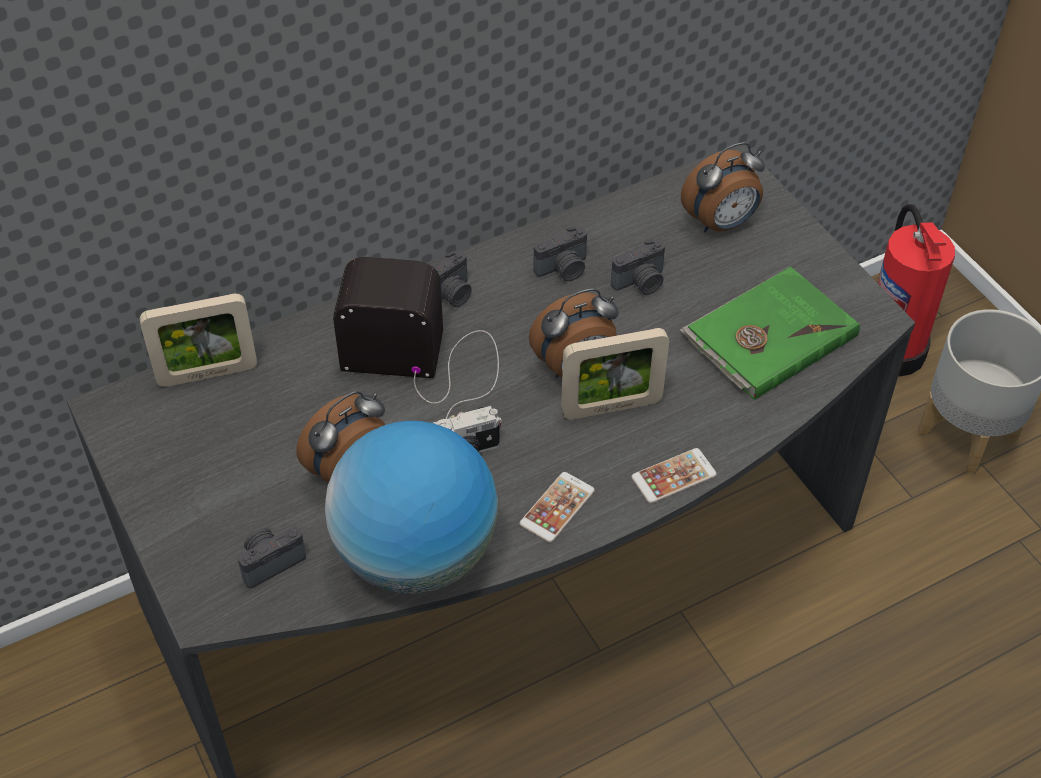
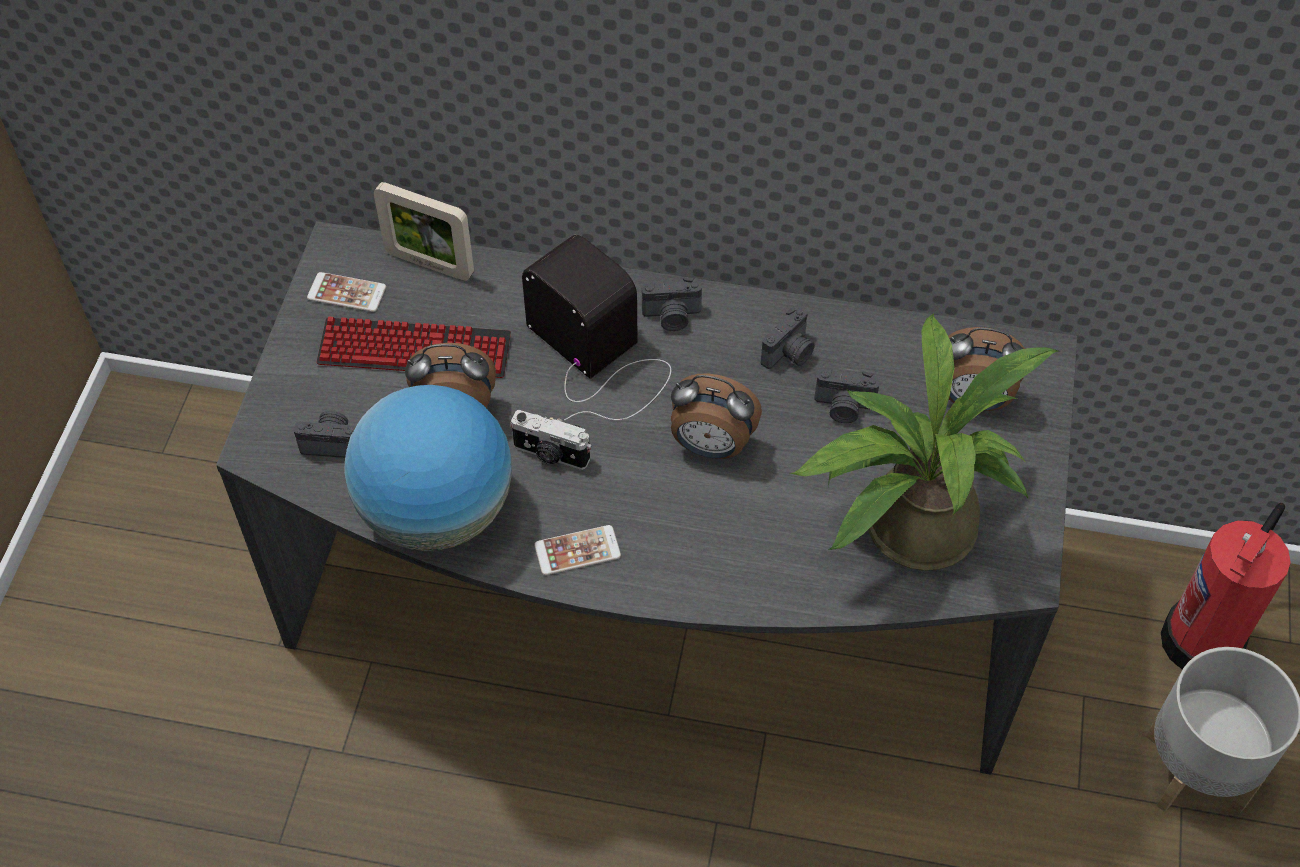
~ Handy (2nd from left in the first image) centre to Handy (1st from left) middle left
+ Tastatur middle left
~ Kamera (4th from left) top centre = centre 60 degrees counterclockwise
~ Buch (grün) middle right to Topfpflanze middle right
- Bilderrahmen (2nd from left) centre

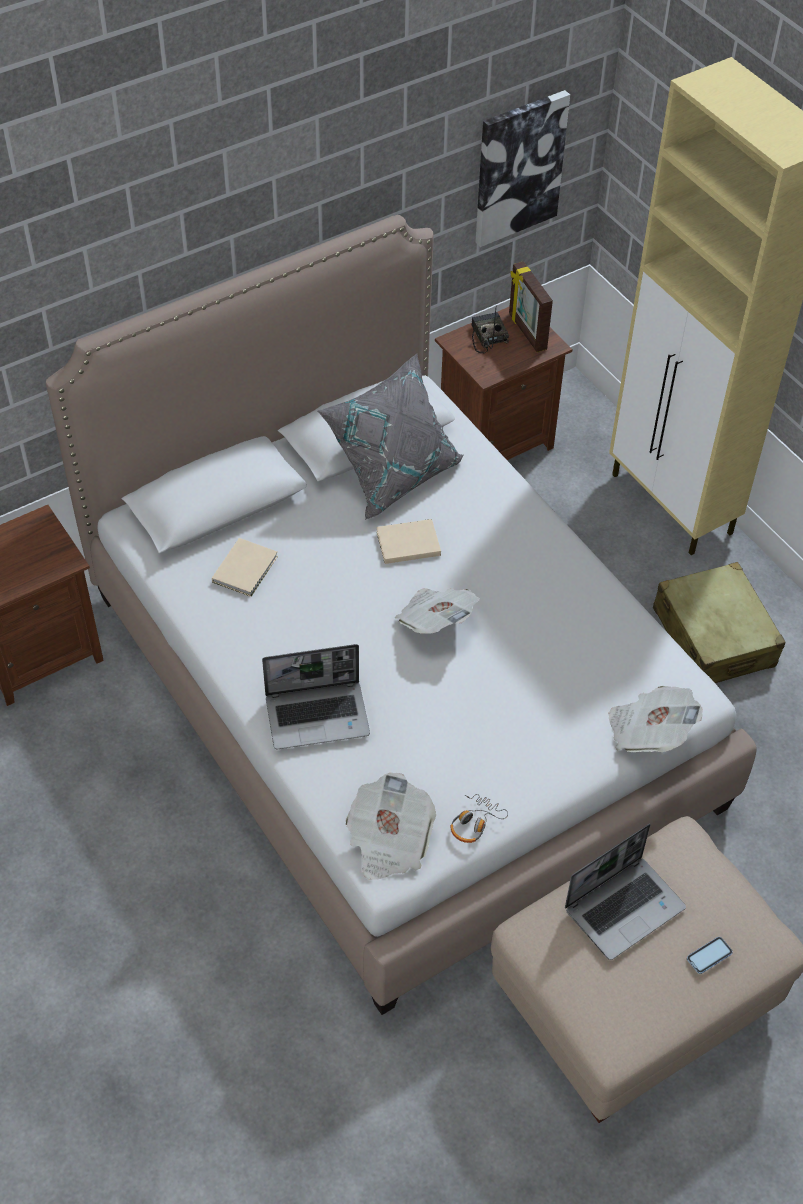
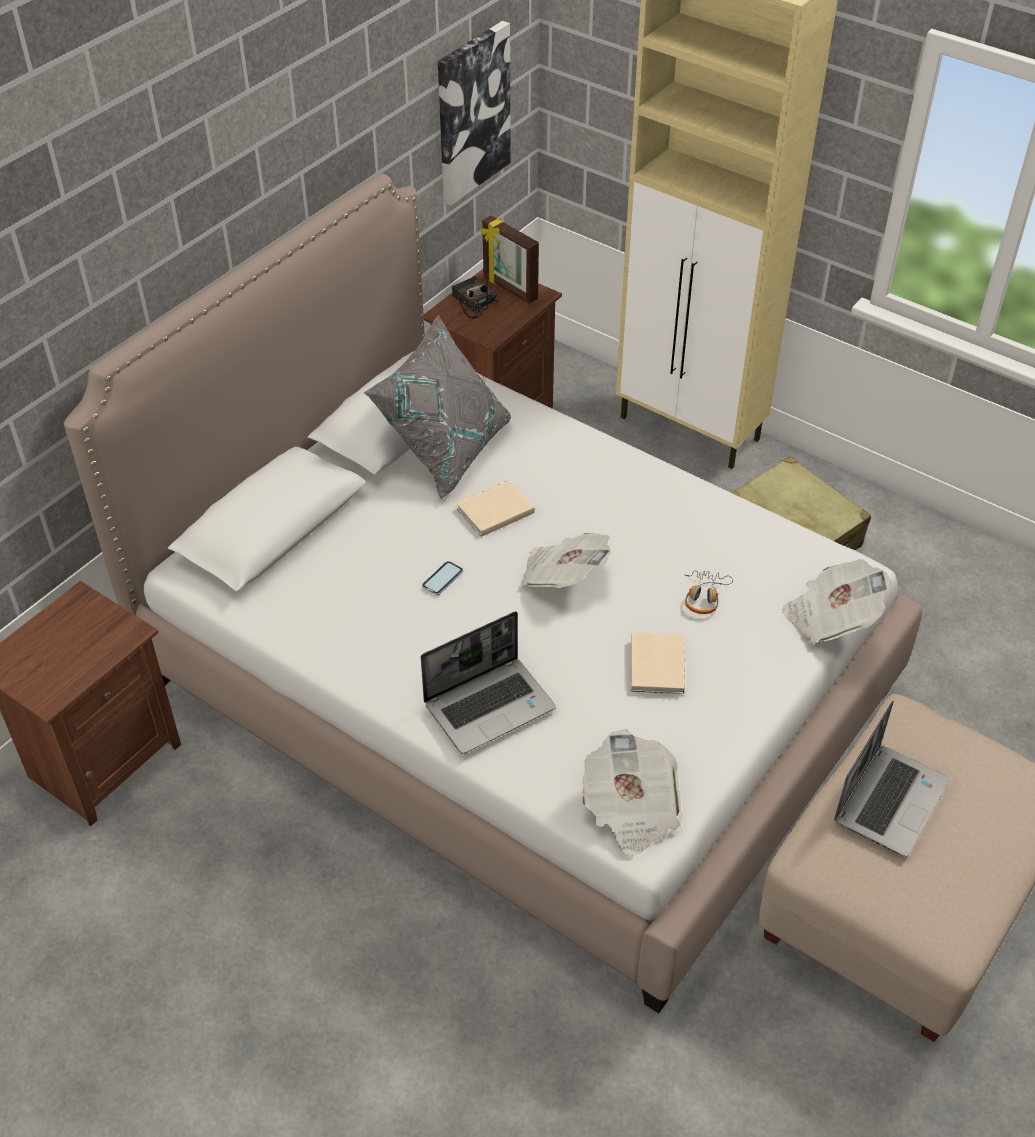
~ Handy bottom right to centre
~ Buch (beige) (1st from left in the first image) middle left to Buch (beige) (2nd from left) centre
~ Kopfhörer bottom centre to middle right

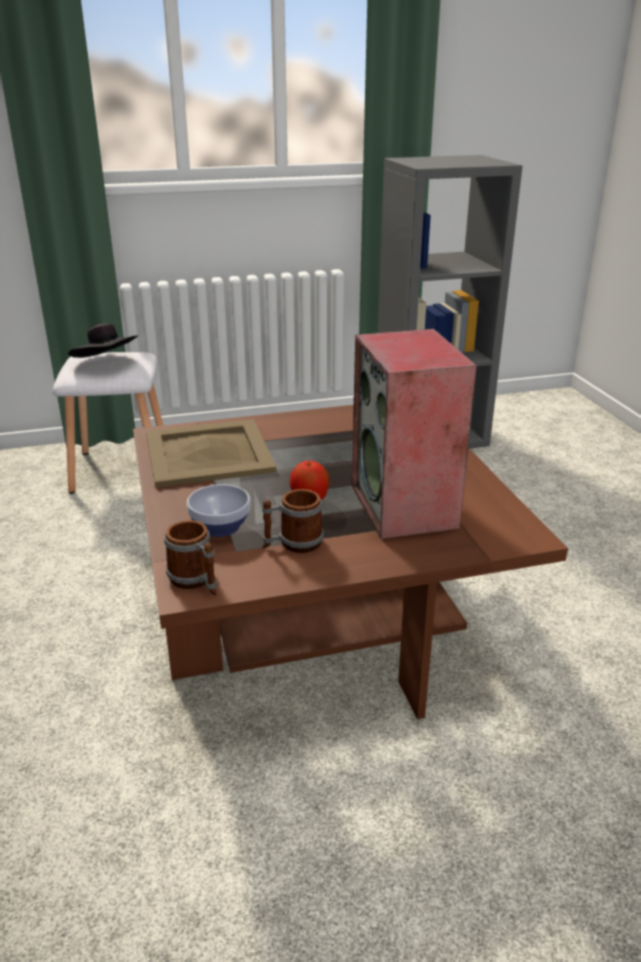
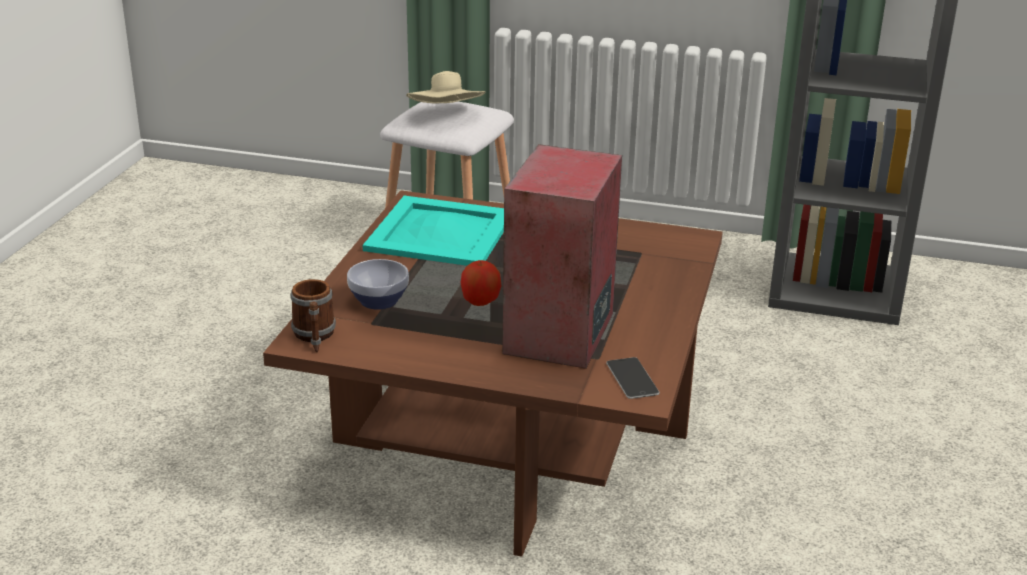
~ Tablett (beige) middle left to Tablett (türkis) centre
~ Hut (schwarz) middle left to Hut (beige) top centre
+ Handy centre
- Henkelbecher (2nd from left) centre

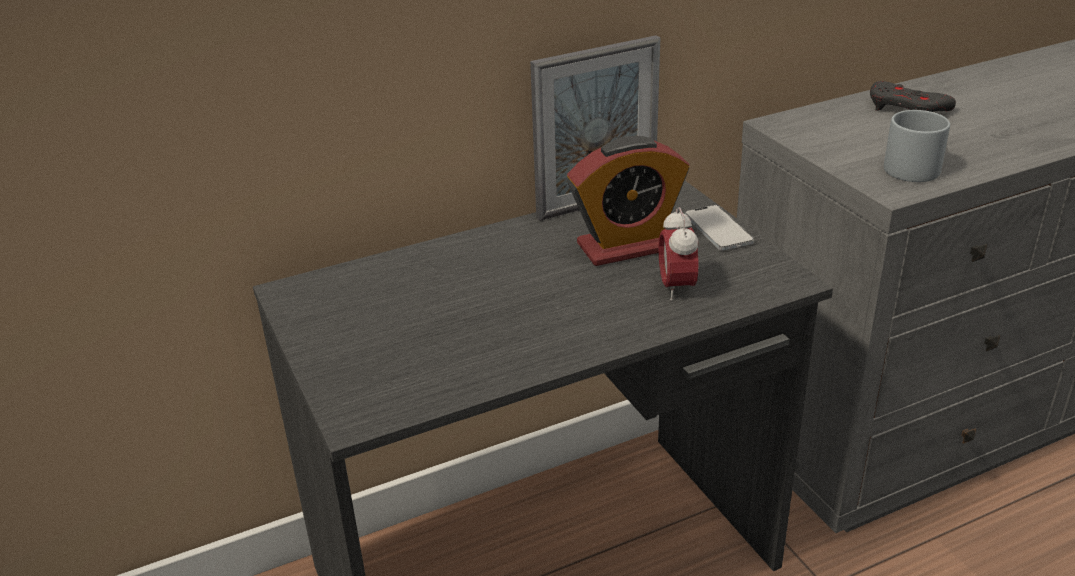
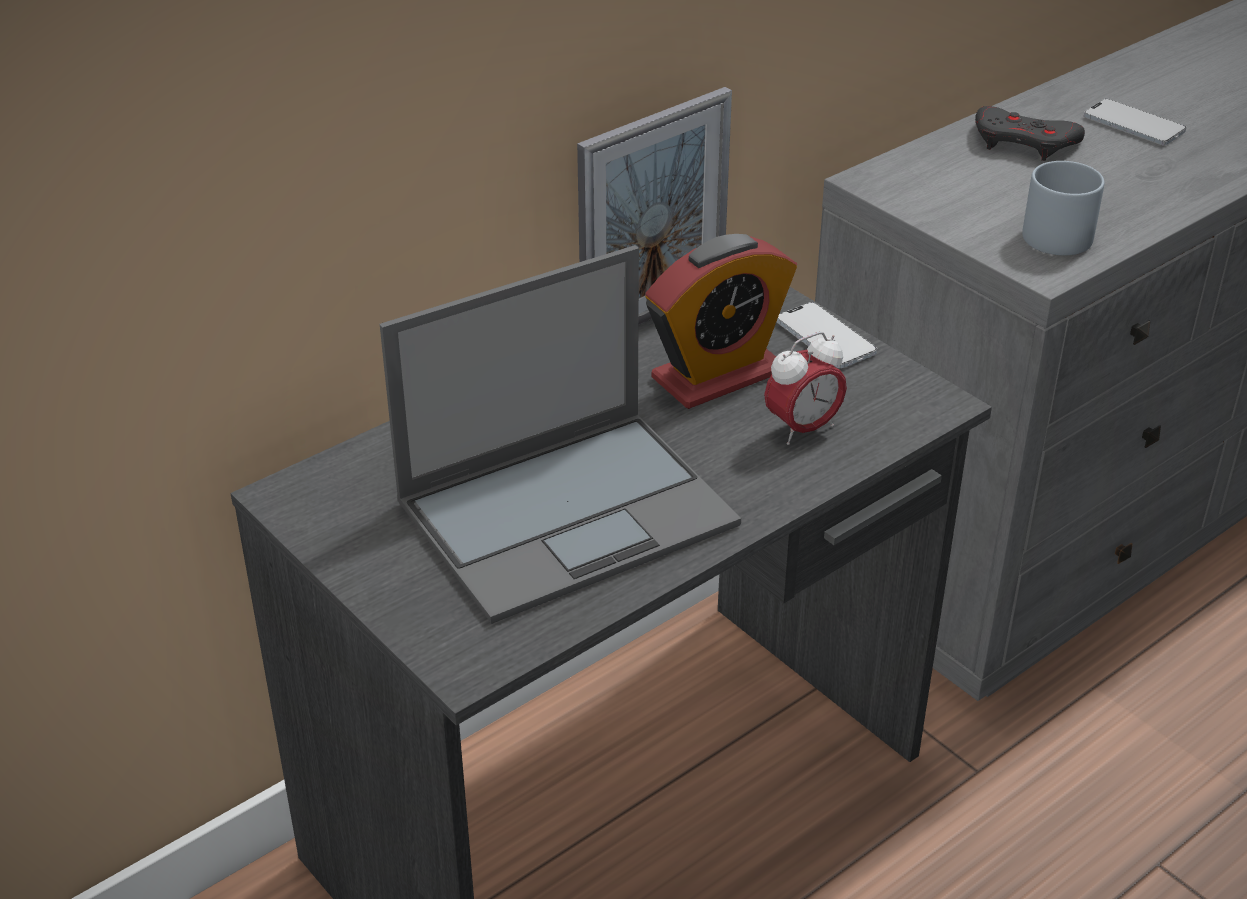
+ Laptop centre
~ Wecker (2nd from left) centre = centre 105 degrees counterclockwise
+ Handy (2nd from left) top right

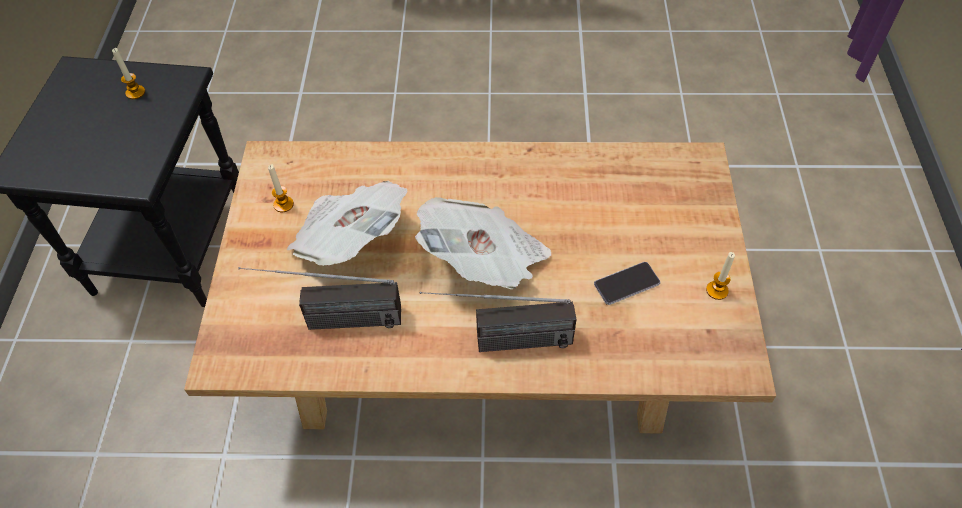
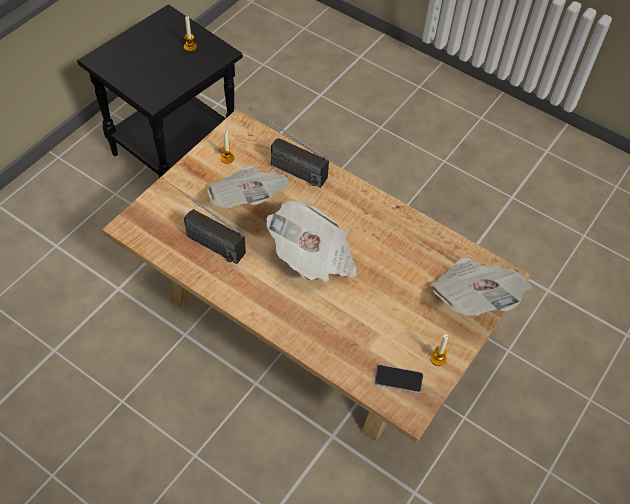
~ Radio (2nd from left) centre to top centre
~ Handy centre to bottom centre
+ Zeitung (3rd from left) middle right

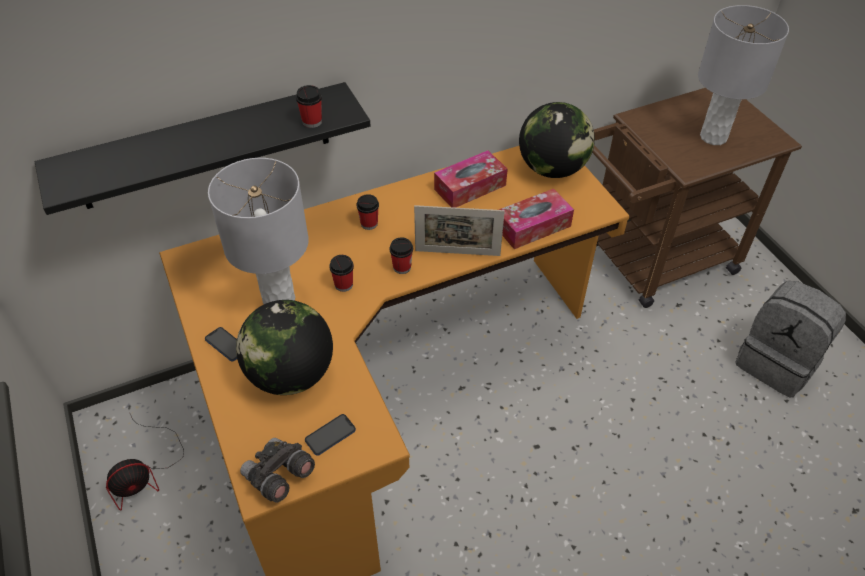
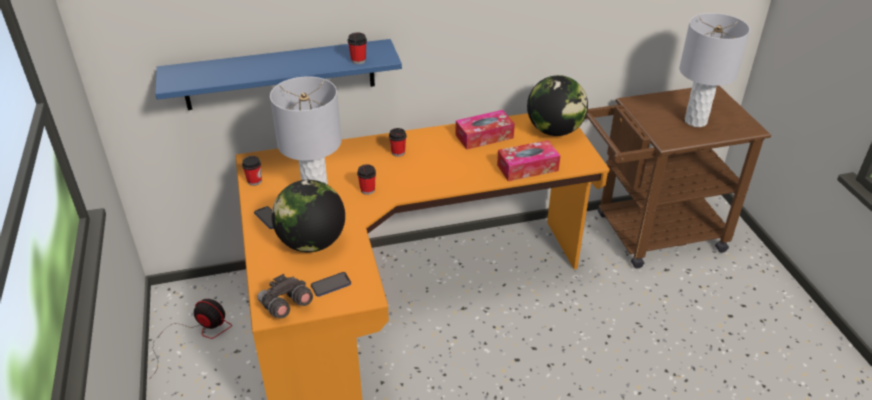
~ Ventilator bottom left = bottom left 135 degrees counterclockwise
~ Wandregal (schwarz) top left to Wandregal (blau) top left
~ Tasse (4th from left in the first image) centre to Tasse (1st from left) middle left
- Bilderrahmen centre
- Rucksack (grau) middle right

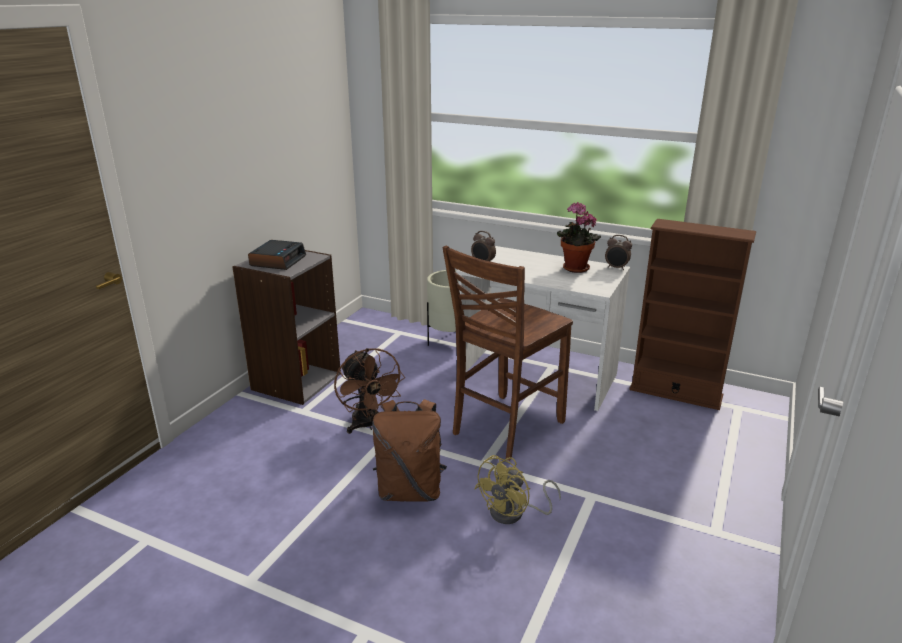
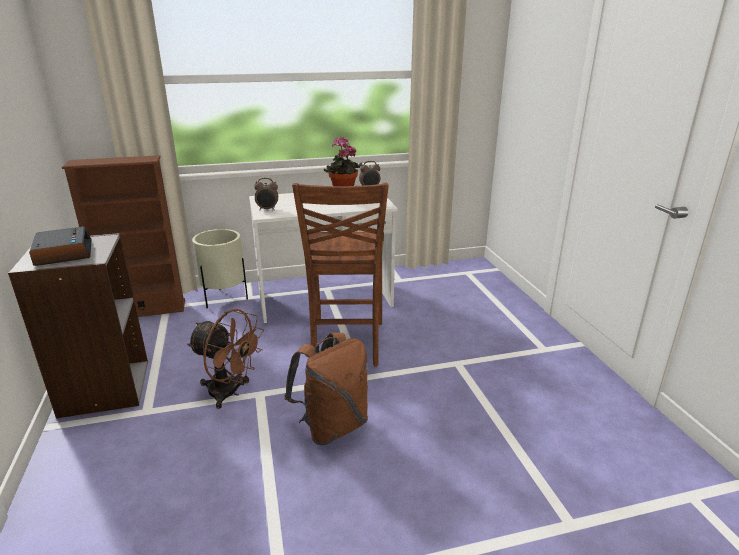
~ Bücherregal (braun) middle right to middle left
- Ventilator (gelb) bottom centre

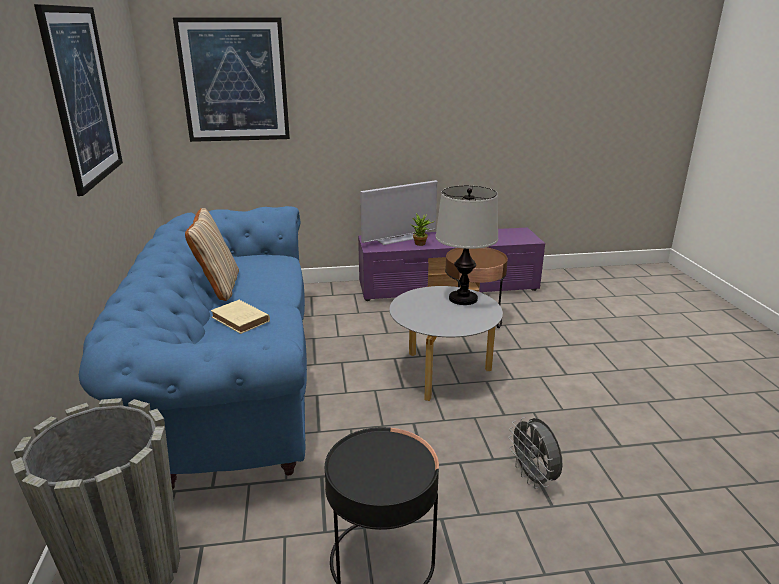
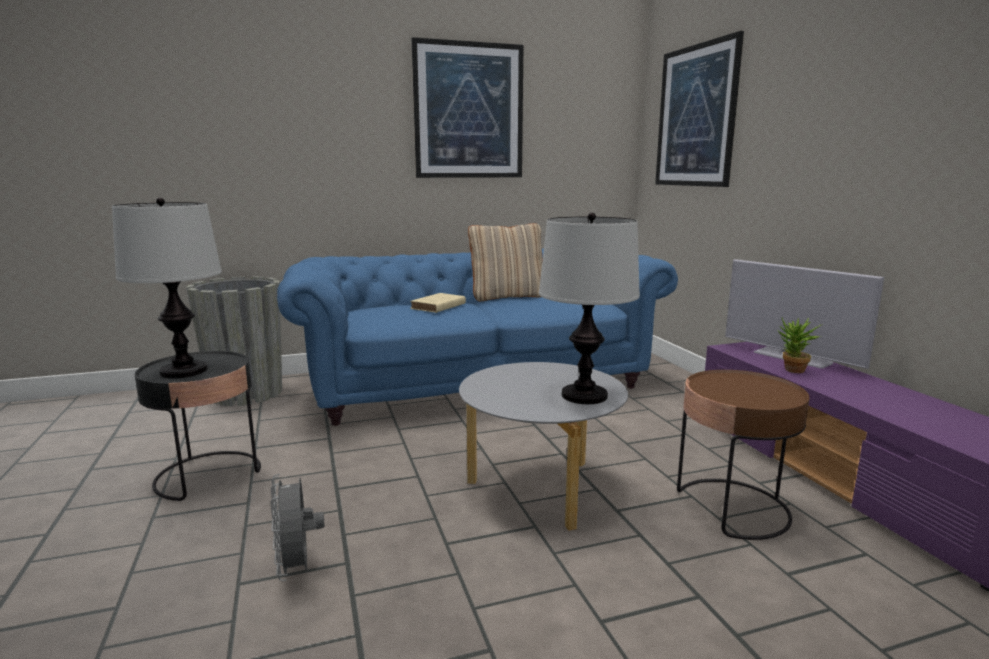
+ Tischlampe (1st from left) middle left
~ Ventilator (grau) bottom right = bottom left 75 degrees counterclockwise

